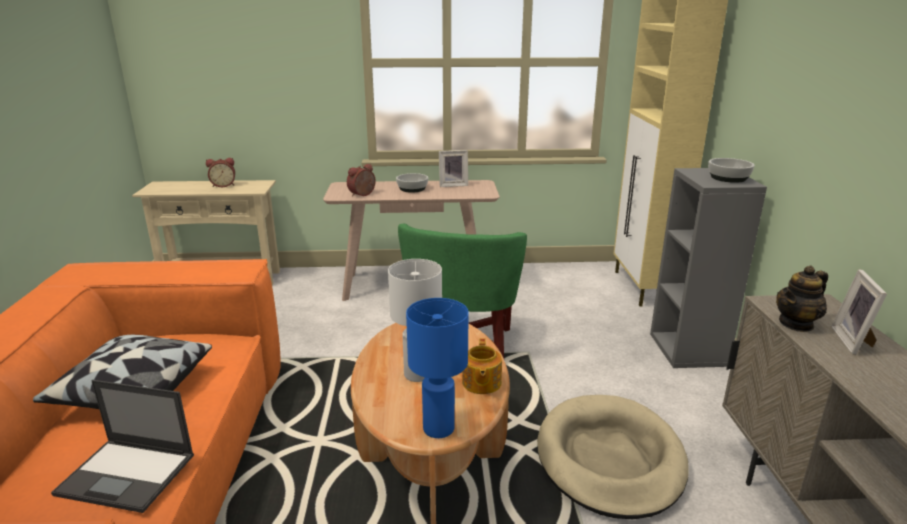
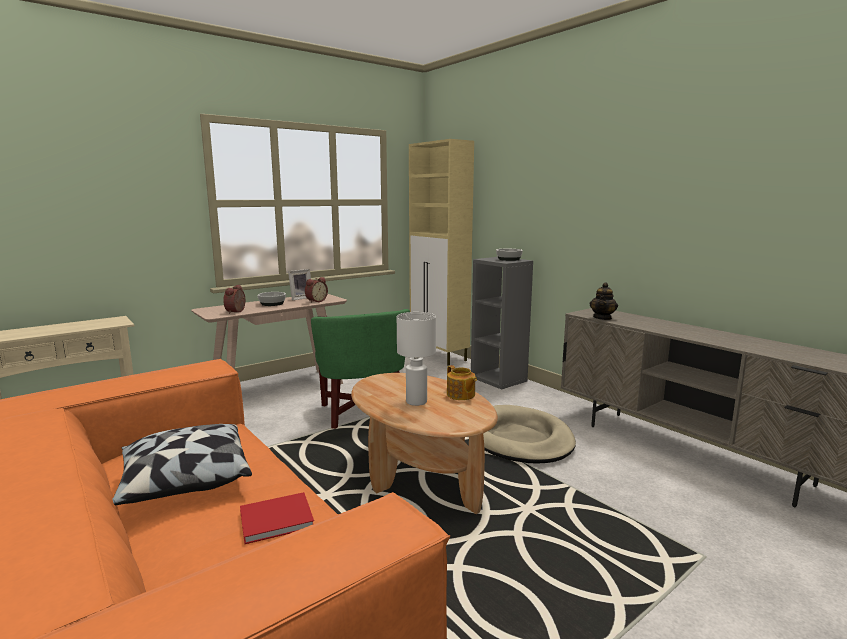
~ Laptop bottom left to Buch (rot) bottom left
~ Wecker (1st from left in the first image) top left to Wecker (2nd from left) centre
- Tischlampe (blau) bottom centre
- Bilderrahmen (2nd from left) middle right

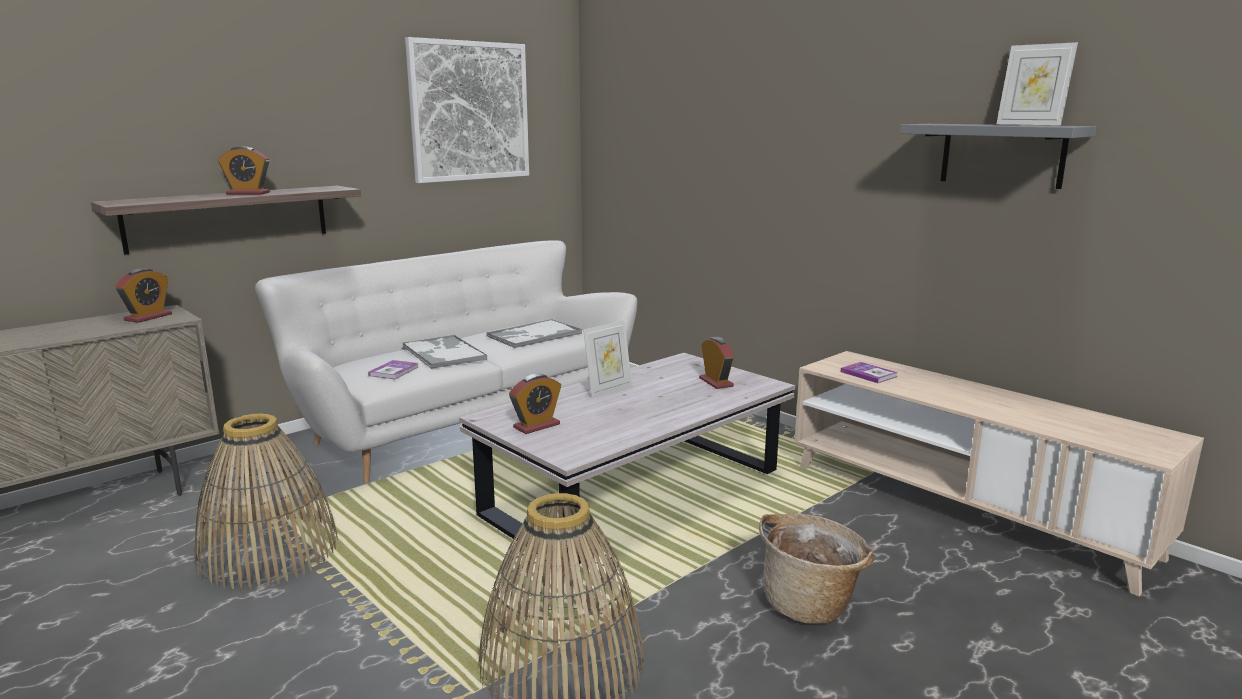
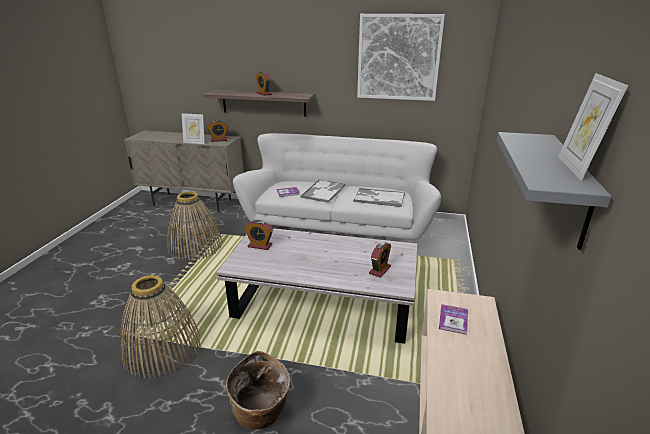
~ Bilderrahmen (1st from left) centre to top left

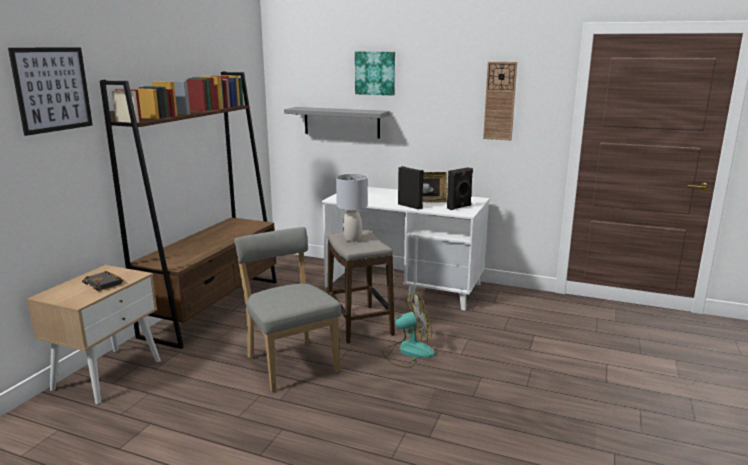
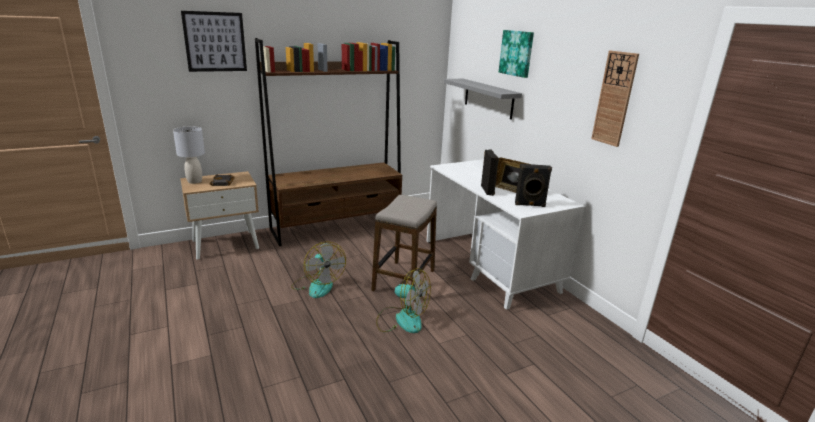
~ Tischlampe (grau) centre to middle left
~ Stuhl (grau) centre to Ventilator (1st from left) centre

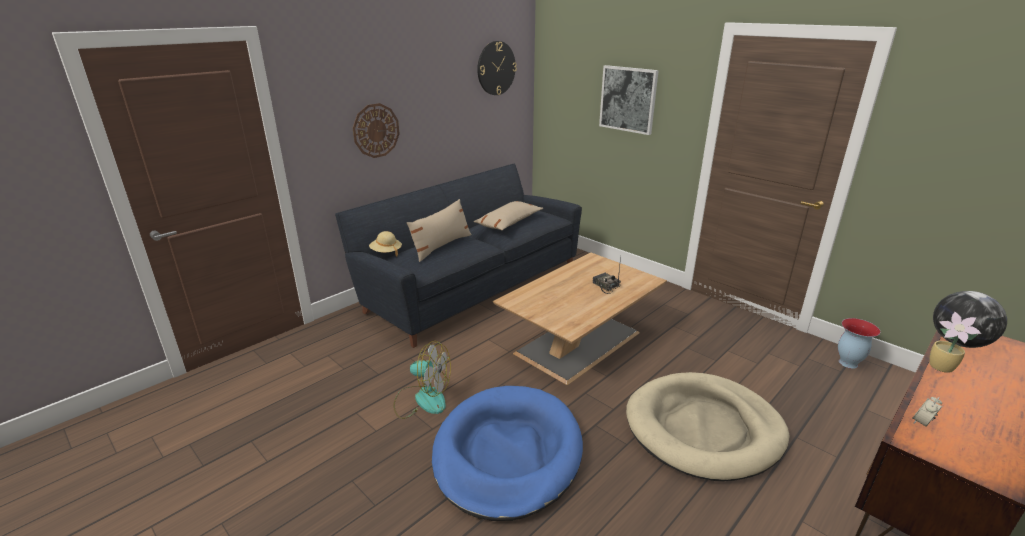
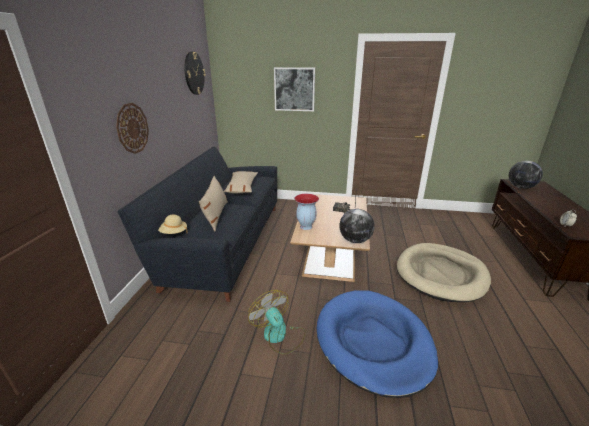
~ Ventilator bottom centre = bottom centre 105 degrees counterclockwise
~ Vase middle right to centre
+ Globus (1st from left) centre
- Topfpflanze middle right

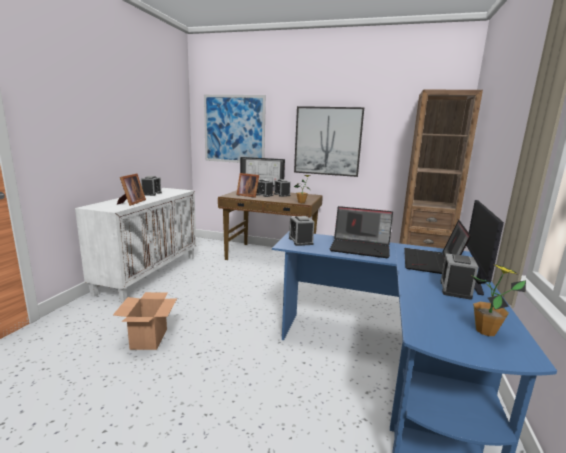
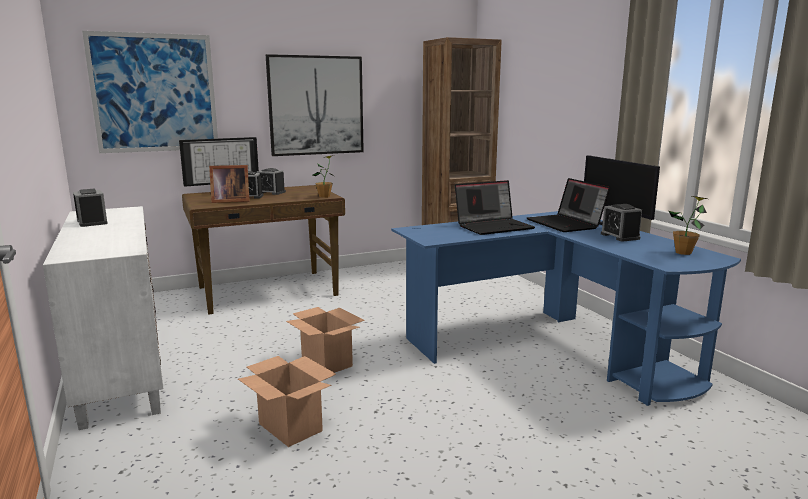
+ Karton (2nd from left) bottom centre
- Bilderrahmen (1st from left) middle left
- Wecker (4th from left) centre

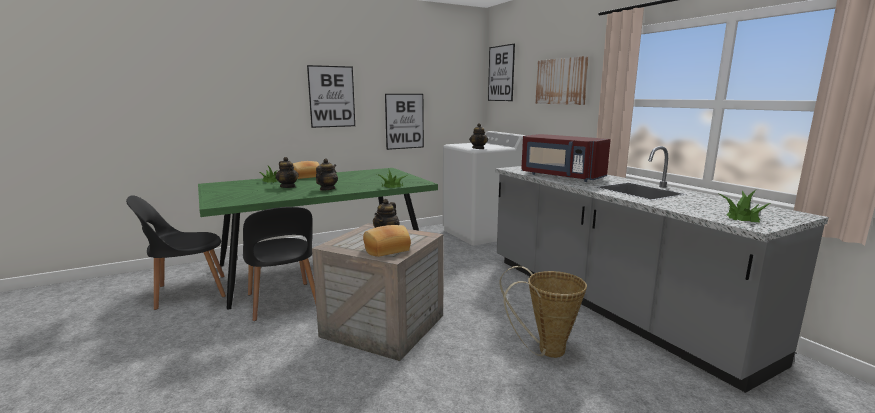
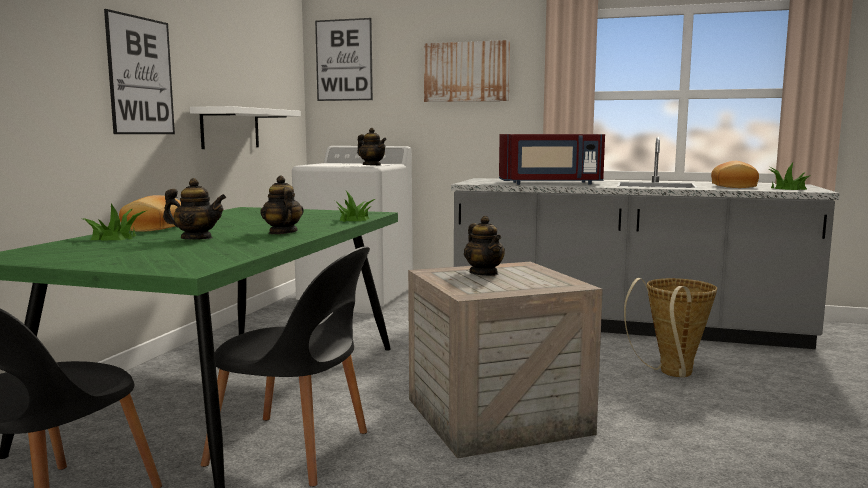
~ Bild (2nd from left) top centre to Wandregal (weiß) top left
~ Brot (2nd from left) centre to middle right

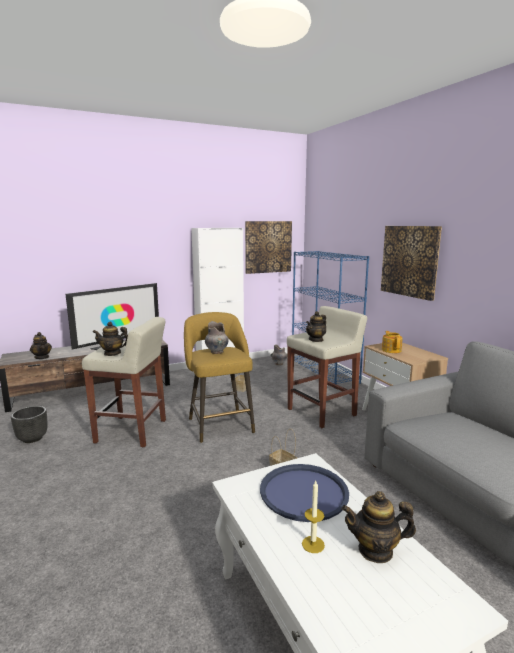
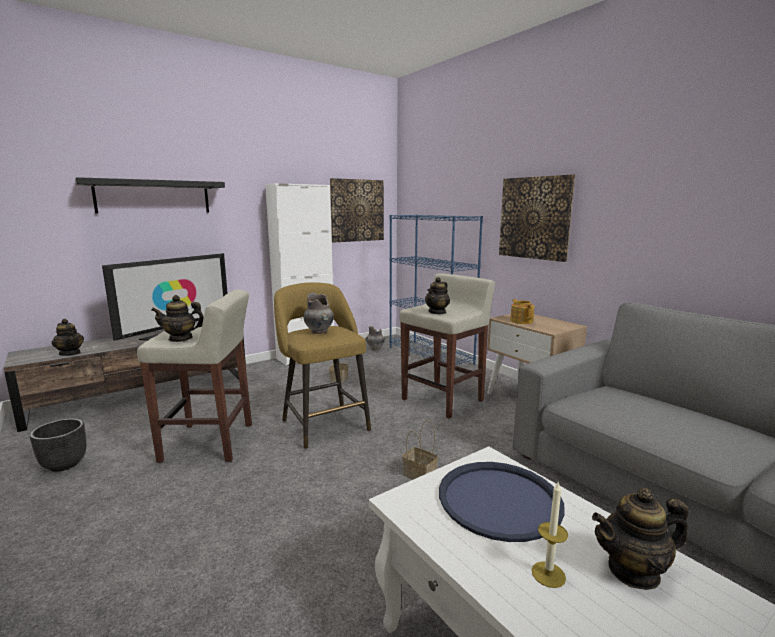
+ Wandregal (schwarz) top left

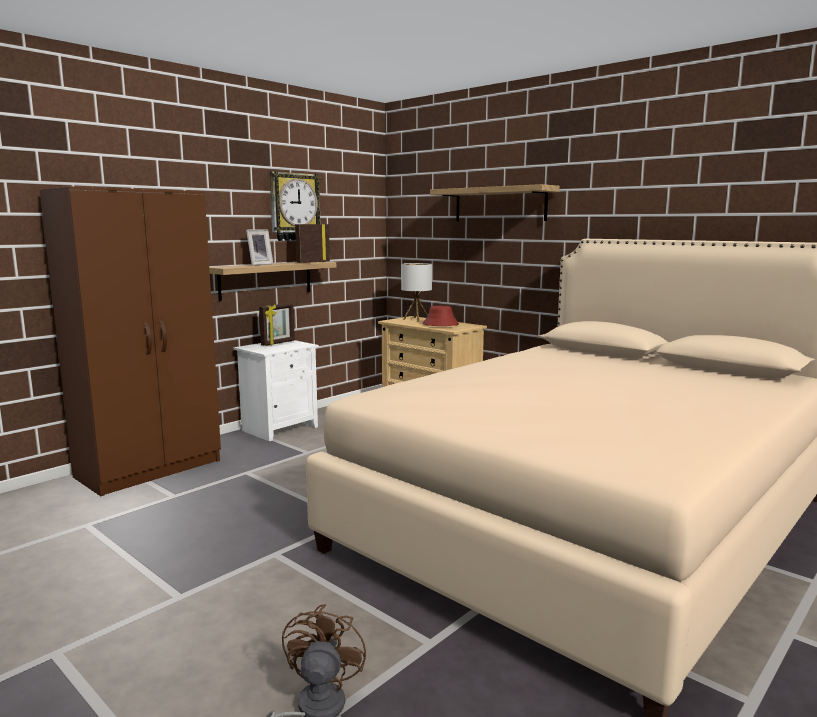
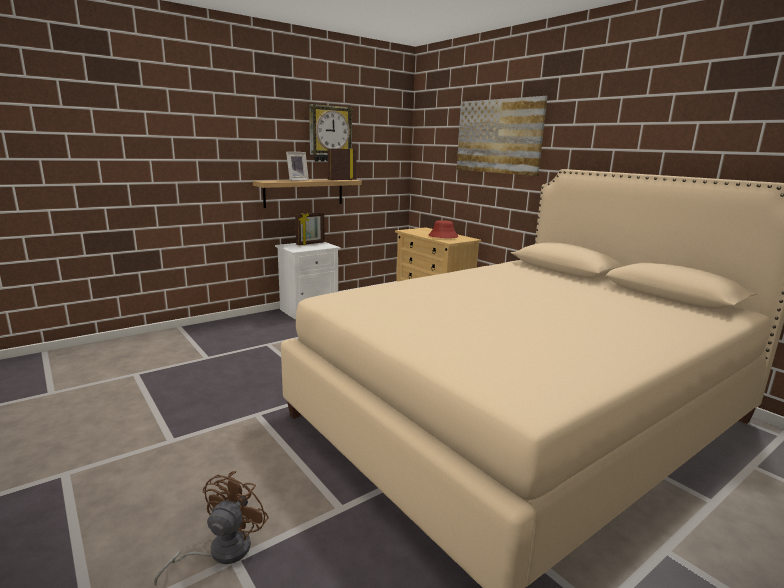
~ Wandregal (2nd from left) top centre to Bild top centre
- Kleiderschrank (braun) middle left
- Tischlampe centre

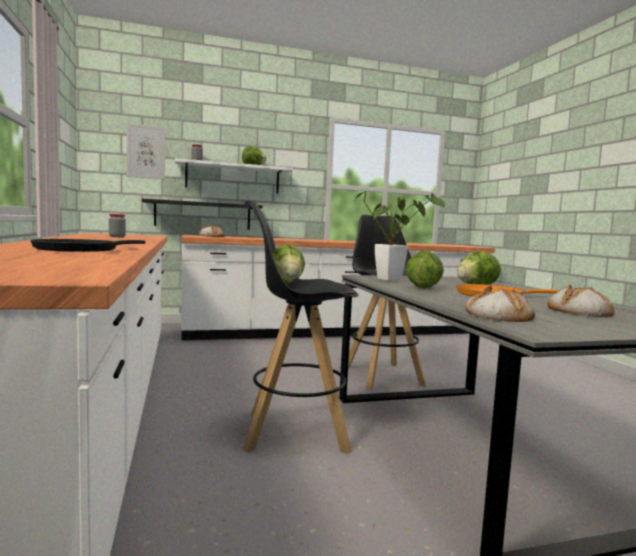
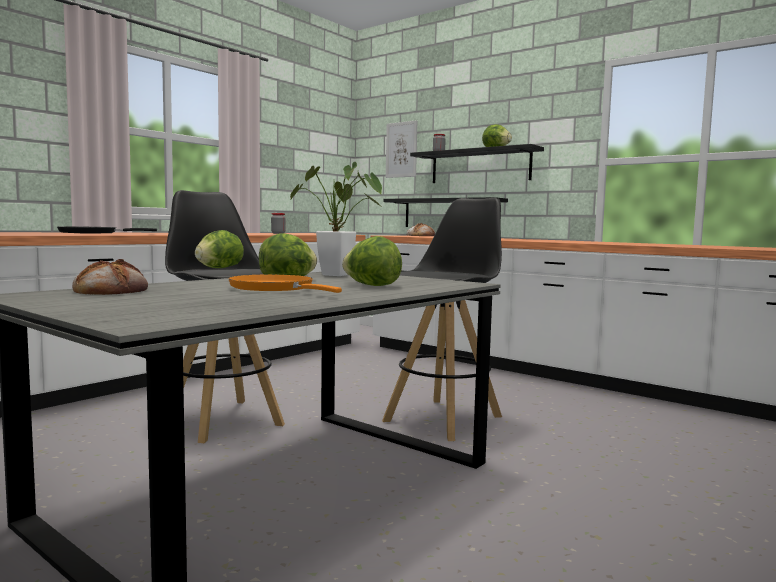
~ Wandregal (weiß) top centre to Wandregal (schwarz) (2nd from left) top centre
- Brot (3rd from left) middle right

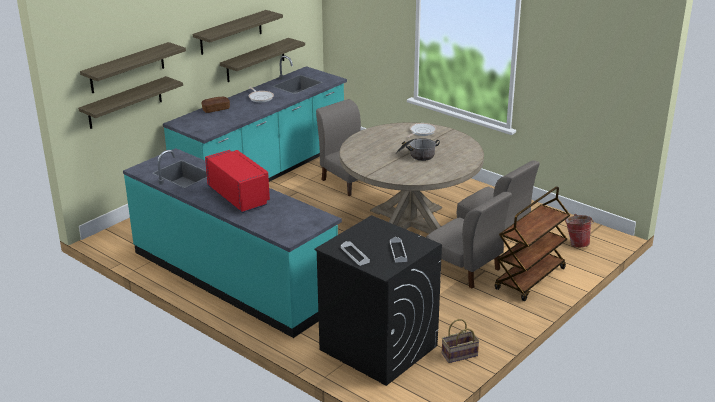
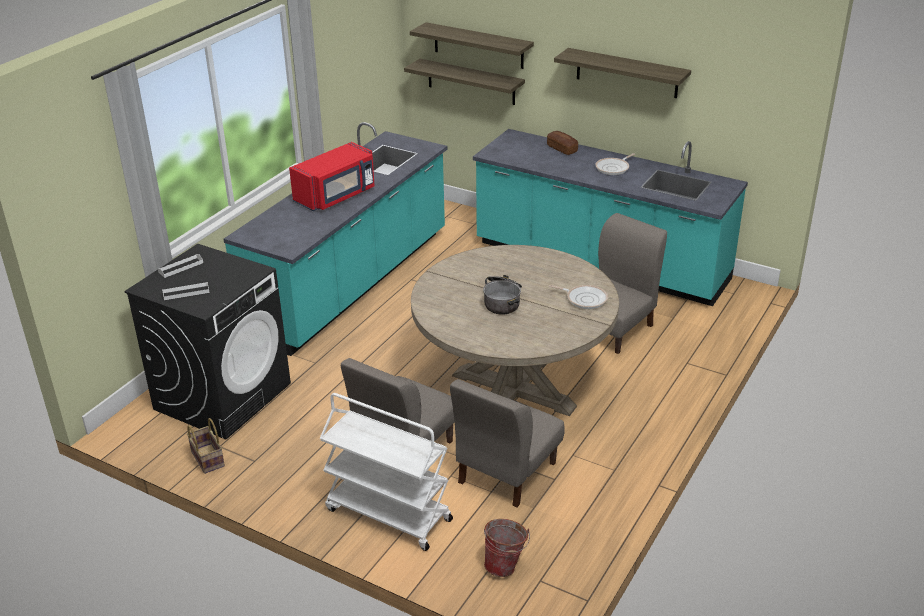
~ Rollwagen (braun) middle right to Rollwagen (weiß) bottom centre
- Wandregal (4th from left) top centre

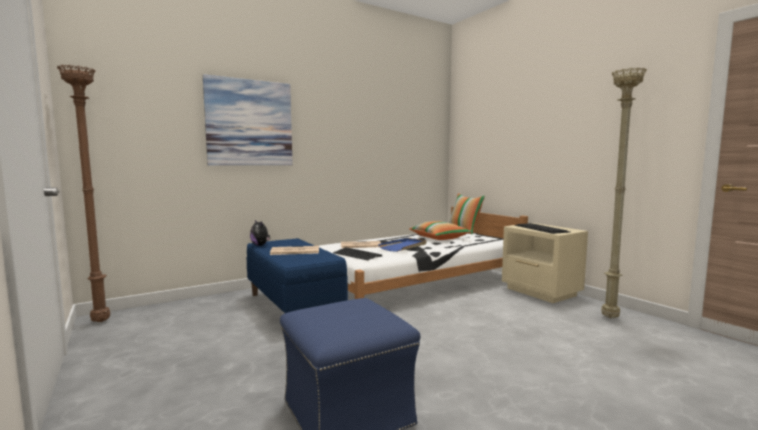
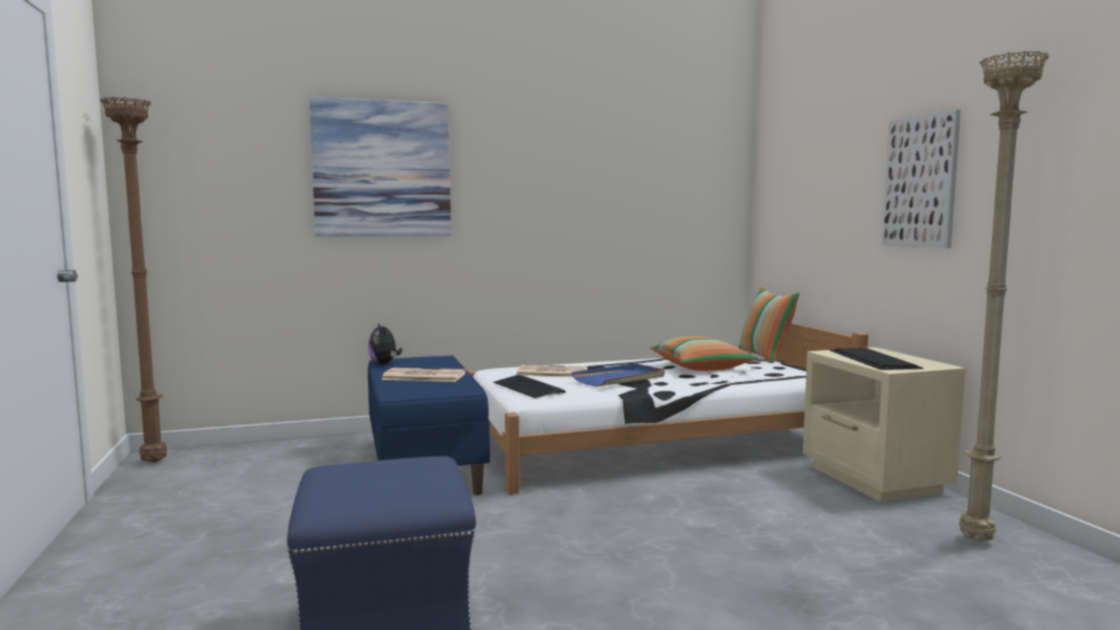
+ Bild (2nd from left) top right

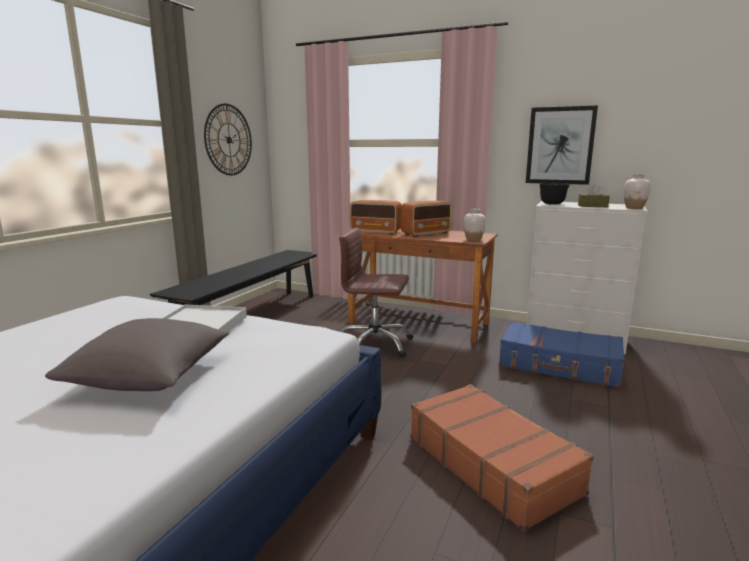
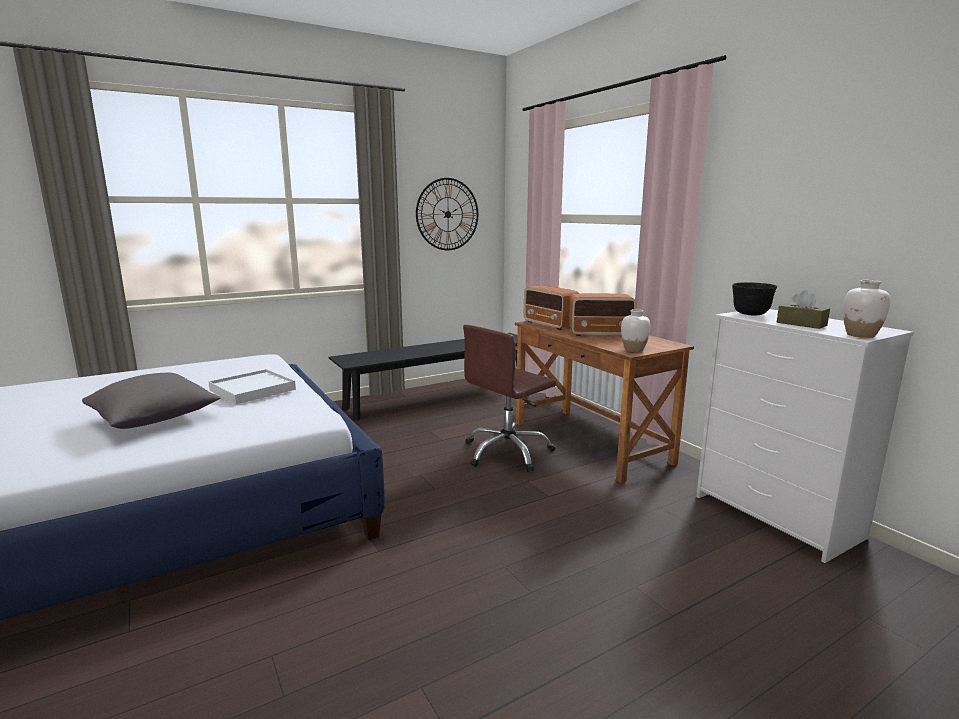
~ Bürostuhl (braun) centre = centre 90 degrees counterclockwise
- Koffer (braun) bottom right
- Koffer (blau) middle right
- Bild top right

